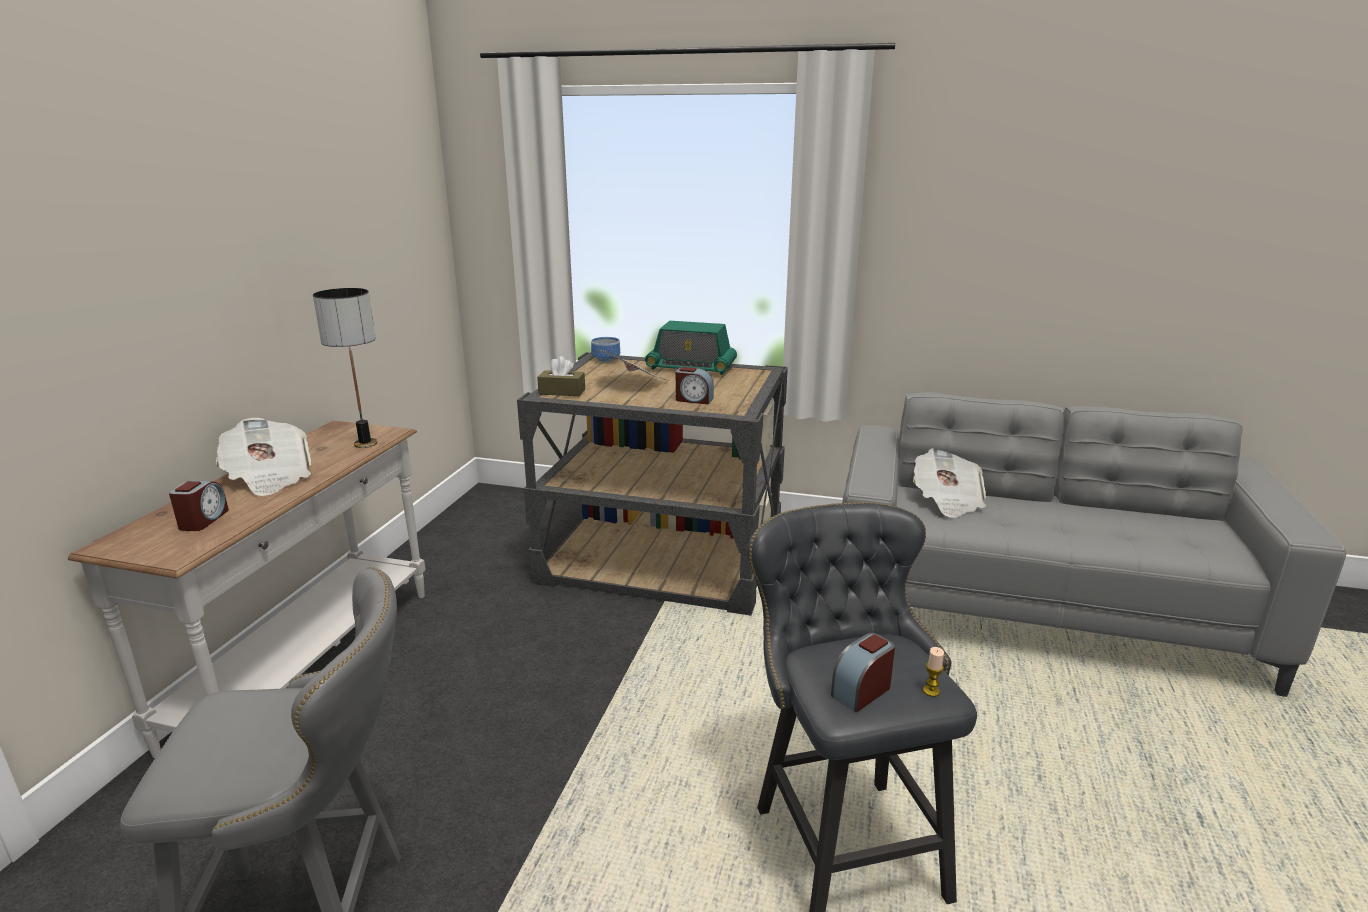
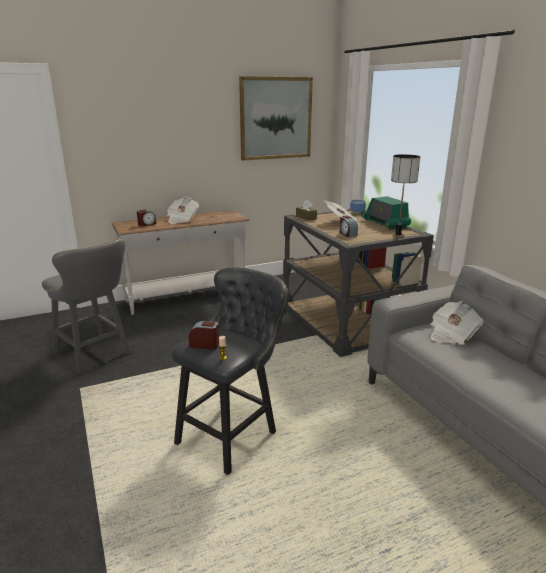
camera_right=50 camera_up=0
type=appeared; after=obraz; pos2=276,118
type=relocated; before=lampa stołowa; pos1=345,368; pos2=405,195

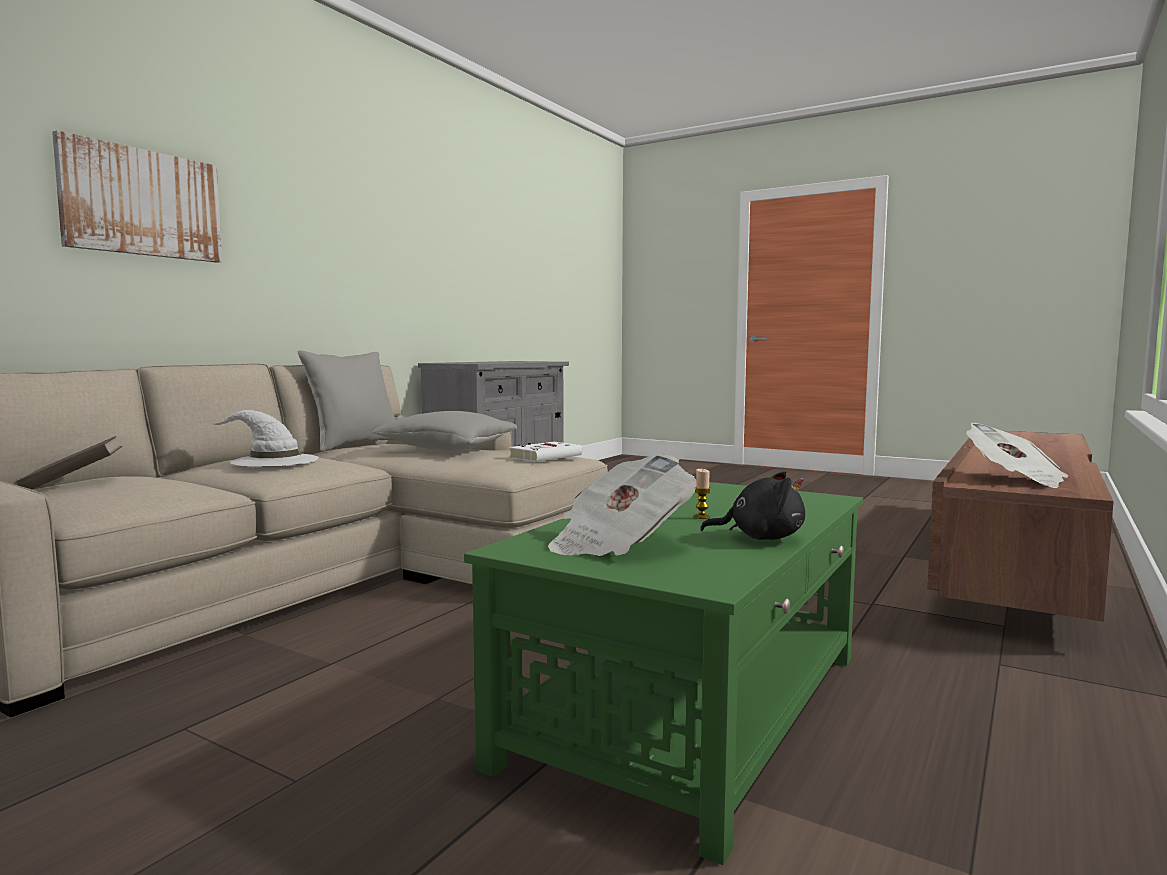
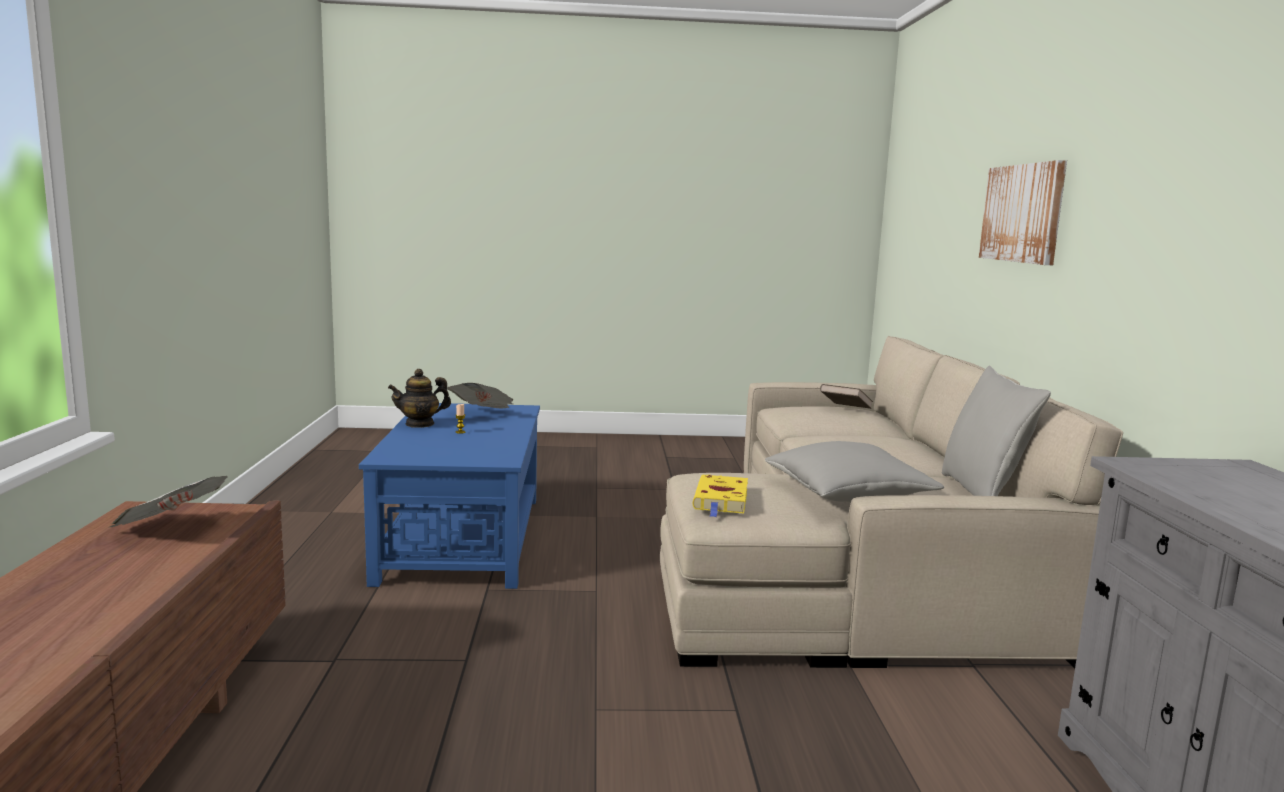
camera_right=145 camera_up=5
type=missing; before=kapelusz [biały]; pos1=264,438
type=exchanged; before=pluszak [czarny]; after=imbryk; pos1=752,505; pos2=419,398
type=colour; before=ława [zielony]; after=ława [niebieski]; pos1=663,673; pos2=449,496
type=colour; before=książka [biały]; after=książka [żółty]; pos1=546,452; pos2=720,495

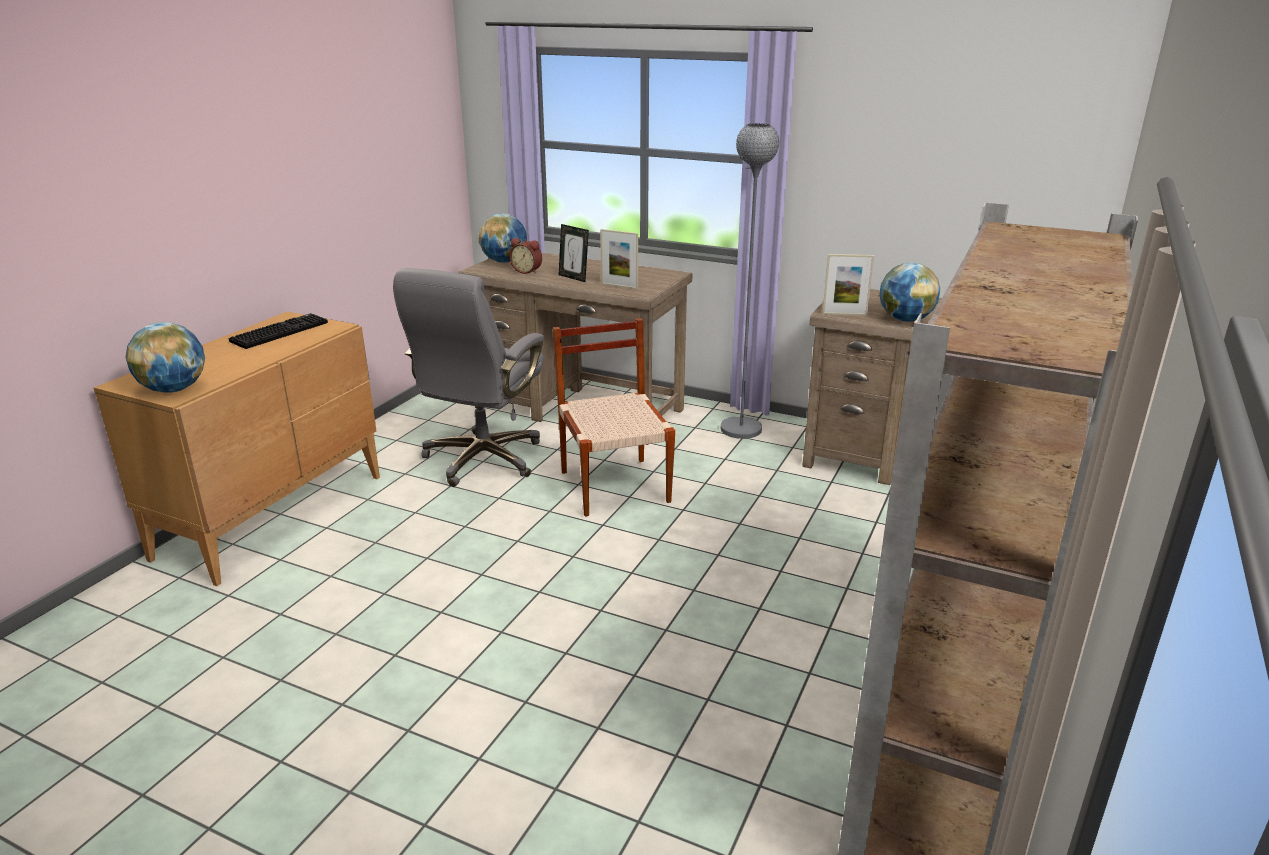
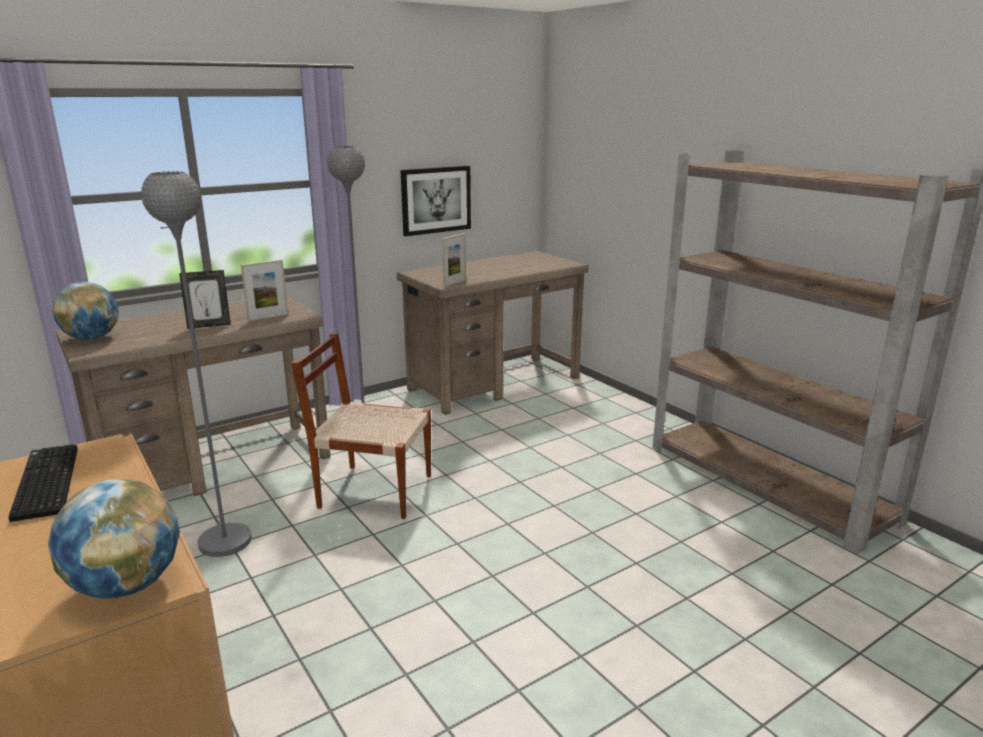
camera_right=-60 camera_up=-5
type=missing; before=budzik; pos1=525,256
type=missing; before=globus; pos1=909,292
type=appeared; after=obraz; pos2=435,201
type=exchanged; before=krzesło biurowe [szary]; after=lampa stojąca [szary]; pos1=468,377; pos2=196,364

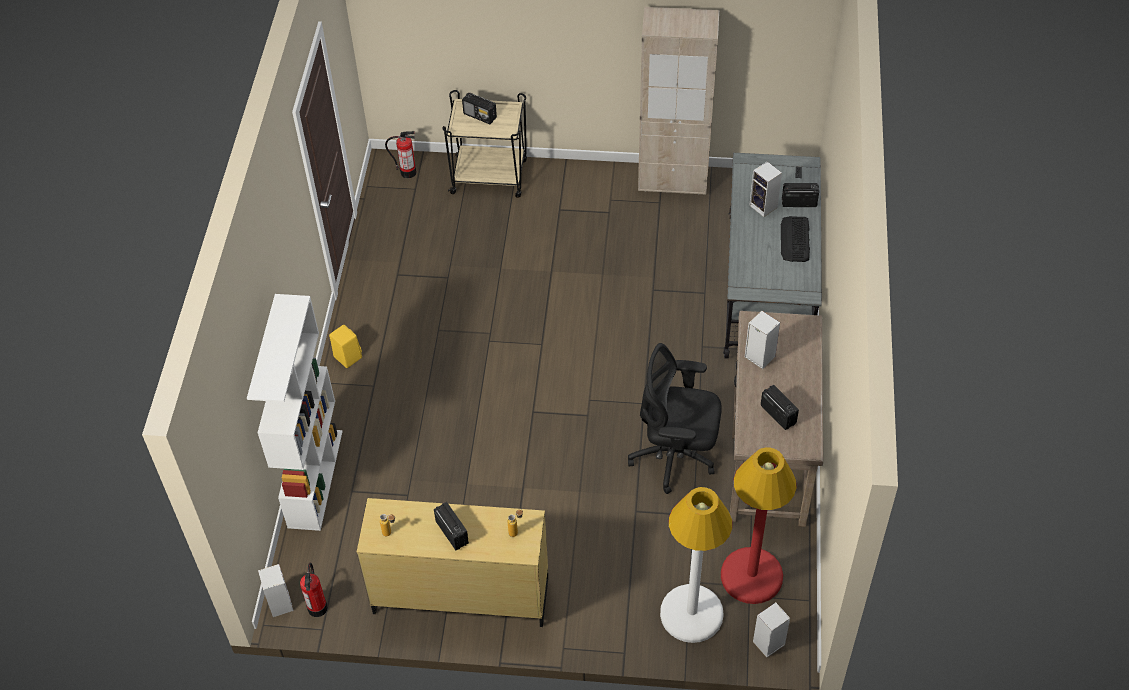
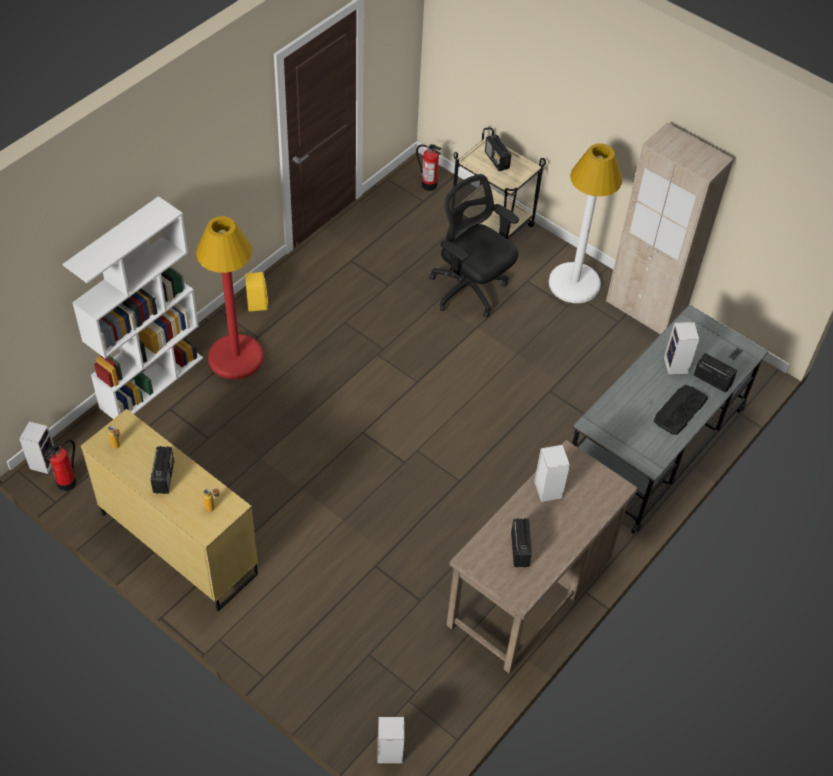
camera_right=30 camera_up=0
type=relocated; before=krzesło biurowe [czarny]; pos1=675,418; pos2=474,245
type=relocated; before=lampa stojąca [biały]; pos1=696,565; pos2=585,223
type=relocated; before=lampa stojąca [czerwony]; pos1=759,526; pos2=230,297

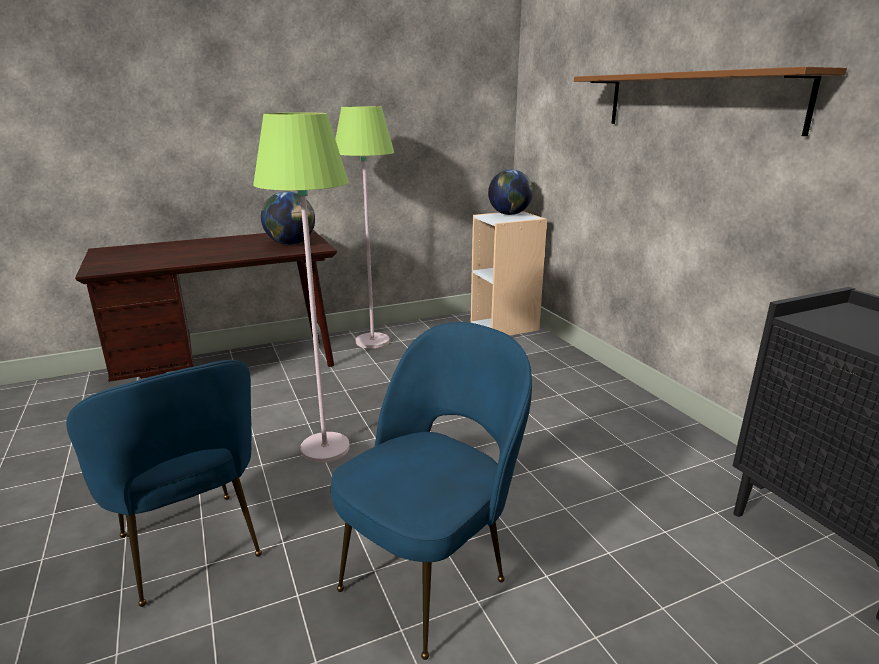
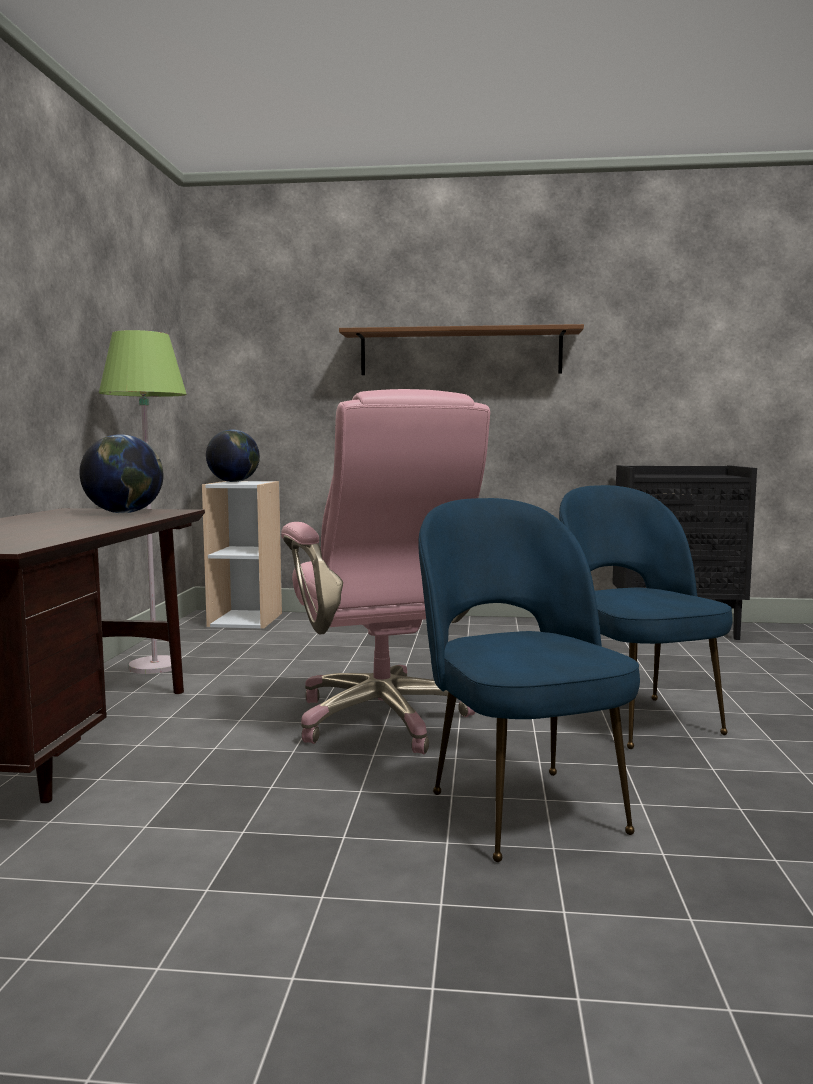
camera_right=-60 camera_up=-15
type=exchanged; before=lampa stojąca [zielony]; after=krzesło biurowe [różowy]; pos1=301,288; pos2=385,571
type=spun; before=krzesło [niebieski]; pos1=164,483; pos2=529,680; turn=-105

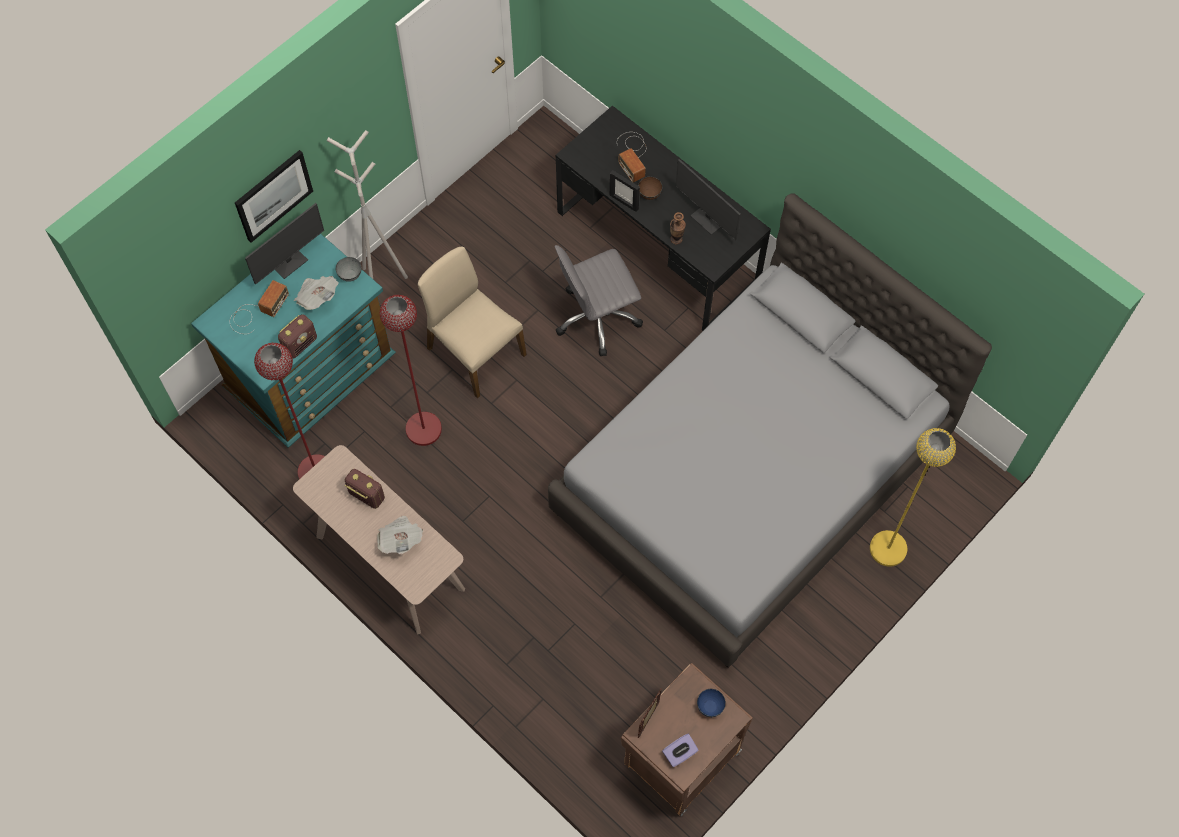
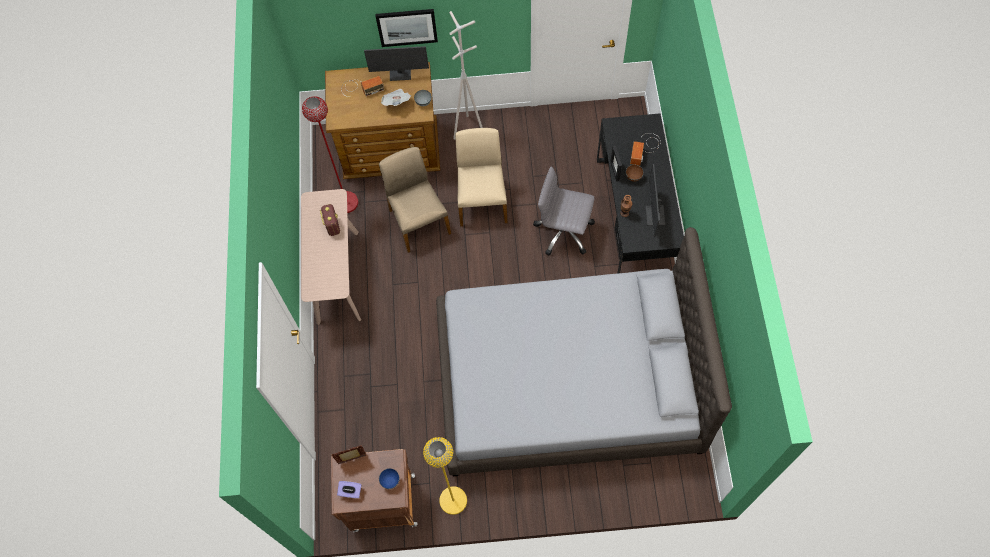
camera_right=45 camera_up=0
type=missing; before=radio; pos1=297,337
type=missing; before=gazeta; pos1=400,535
type=relocated; before=lampa stojąca [żółty]; pos1=913,497; pos2=445,476
type=exchanged; before=lampa stojąca [czerwony]; after=krzesło [beżowy]; pos1=411,370; pos2=415,200
type=colour; before=komoda [turkusowy]; after=komoda [brązowy]; pos1=293,341; pos2=382,120

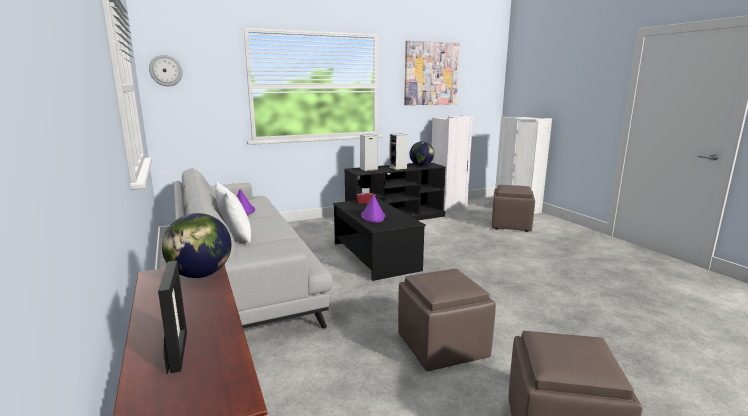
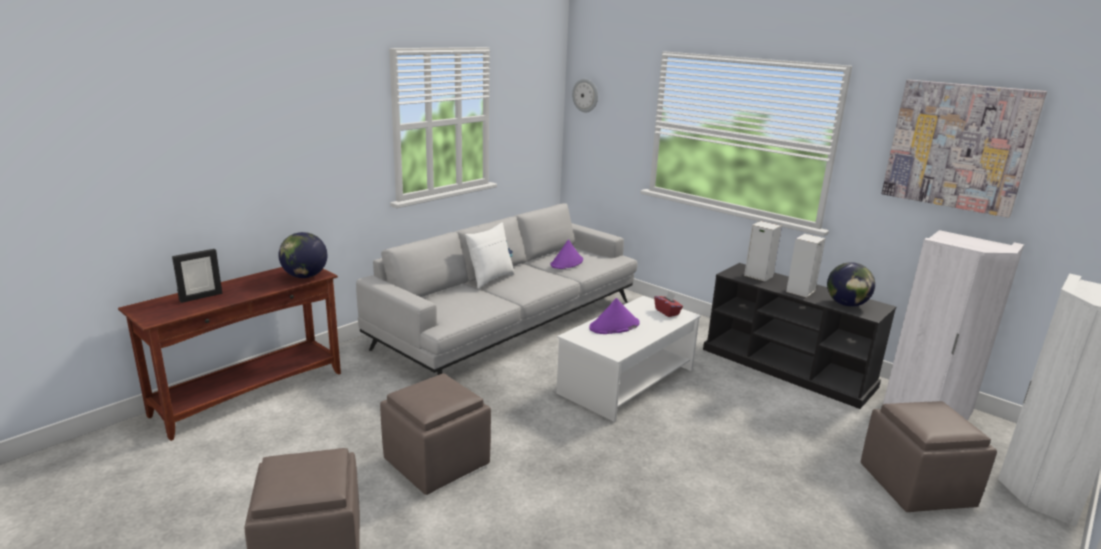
camera_right=65 camera_up=5
type=colour; before=ława [czarny]; after=ława [biały]; pos1=379,239; pos2=628,359

